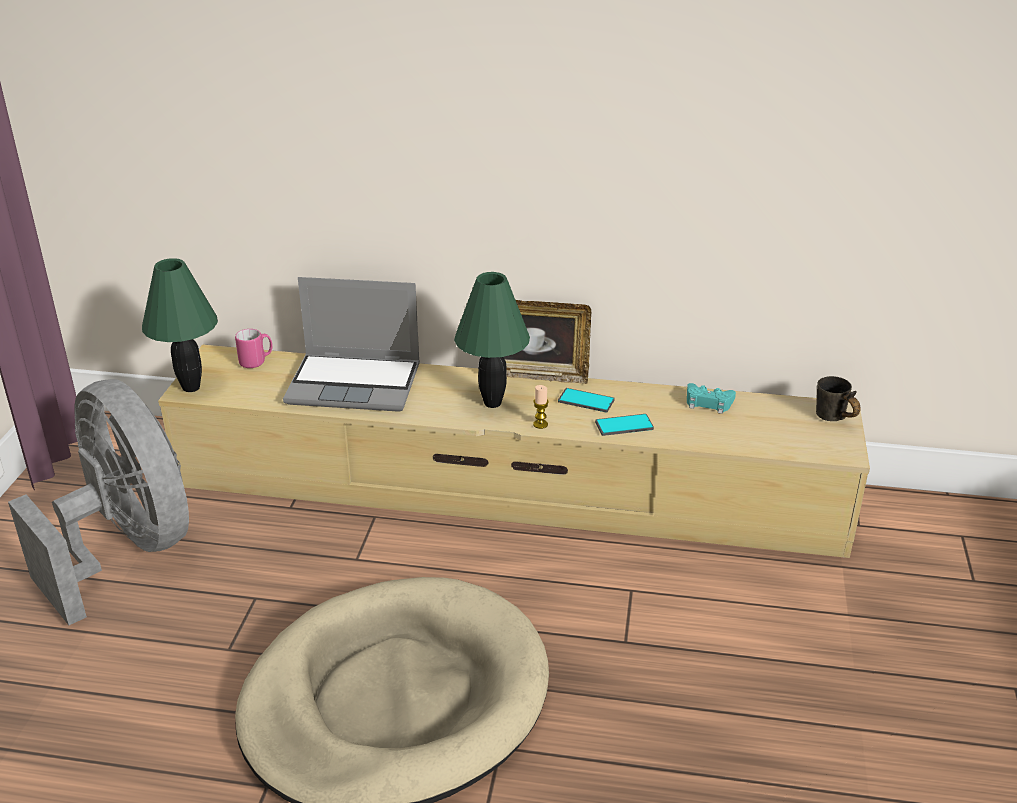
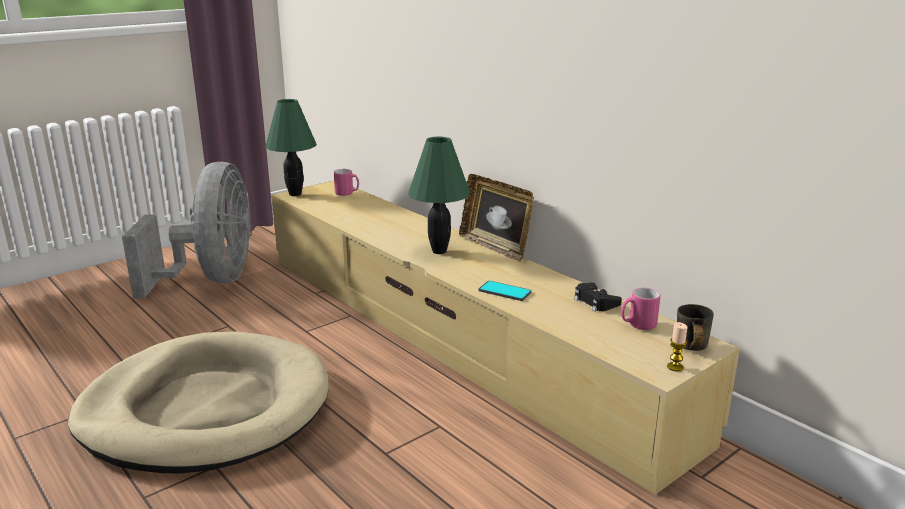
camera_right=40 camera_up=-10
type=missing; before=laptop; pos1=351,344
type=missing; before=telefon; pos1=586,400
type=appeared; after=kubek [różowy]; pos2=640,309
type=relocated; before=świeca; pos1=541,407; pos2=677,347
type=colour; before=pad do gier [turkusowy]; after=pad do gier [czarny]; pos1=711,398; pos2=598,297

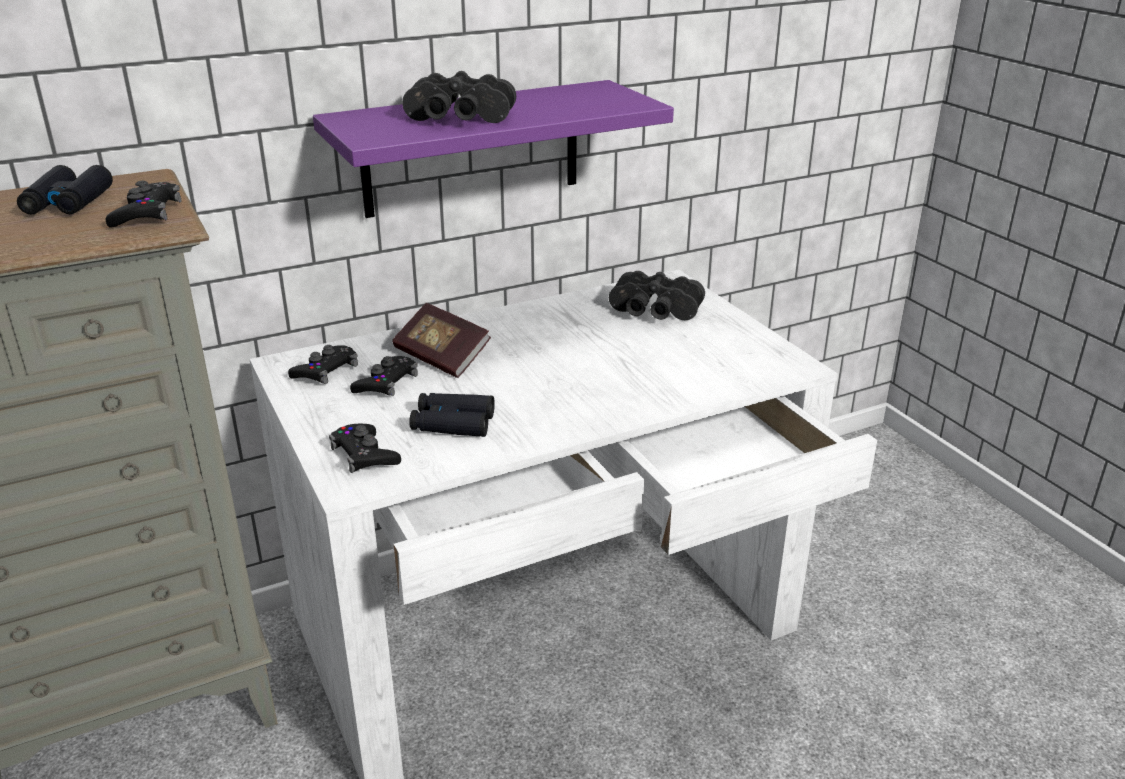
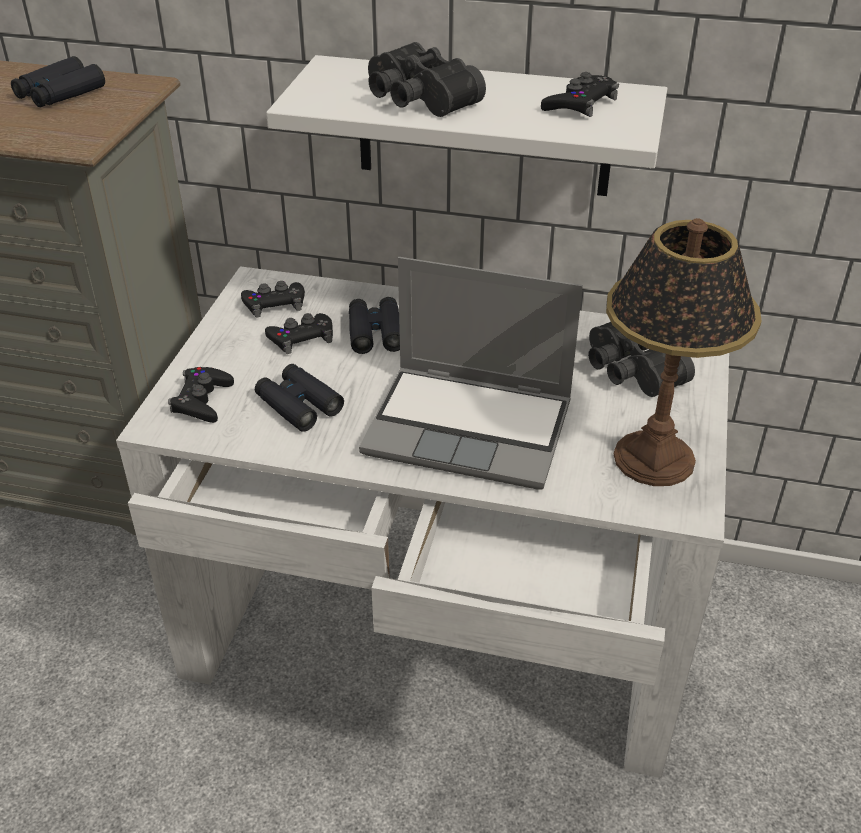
camera_right=40 camera_up=10
type=appeared; after=laptop; pos2=471,373
type=appeared; after=lampa stołowa; pos2=684,352
type=relocated; before=pad do gier [czarny]; pos1=143,204; pos2=580,94
type=exchanged; before=książka; after=lornetka [czarny]; pos1=441,340; pos2=374,325
type=colour; before=półka [fioletowy]; after=półka [biały]; pos1=493,149; pos2=466,125

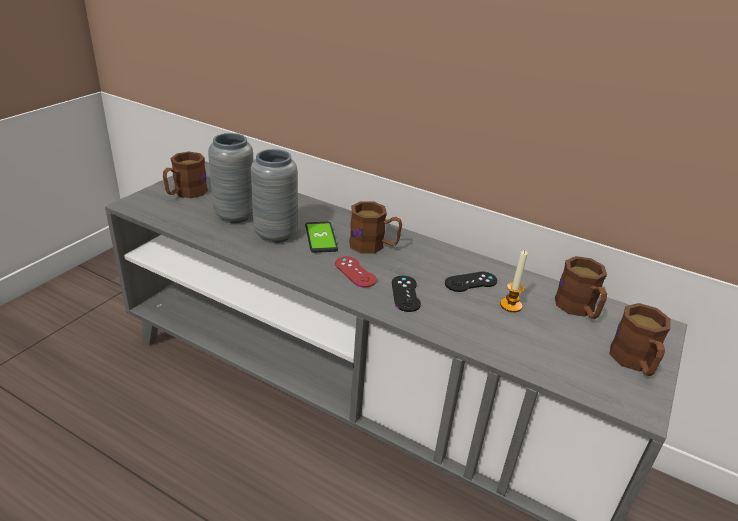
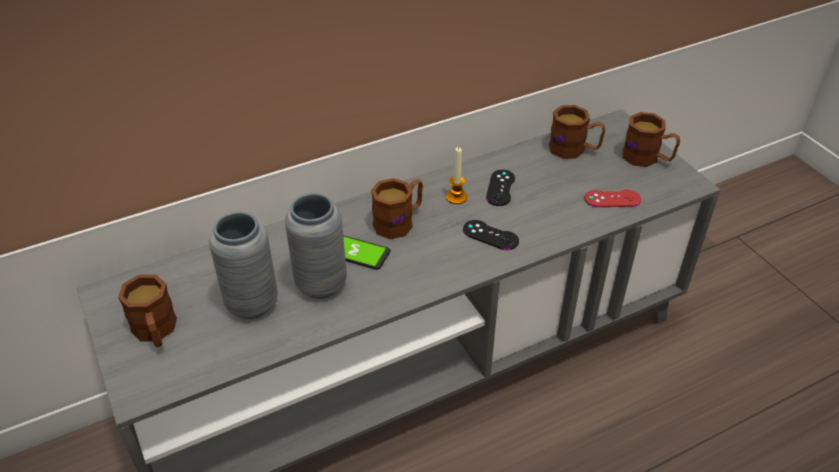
camera_right=-55 camera_up=10
type=relocated; before=pad do gier [czerwony]; pos1=356,271; pos2=612,198
type=relocated; before=świeca; pos1=513,281; pos2=456,175

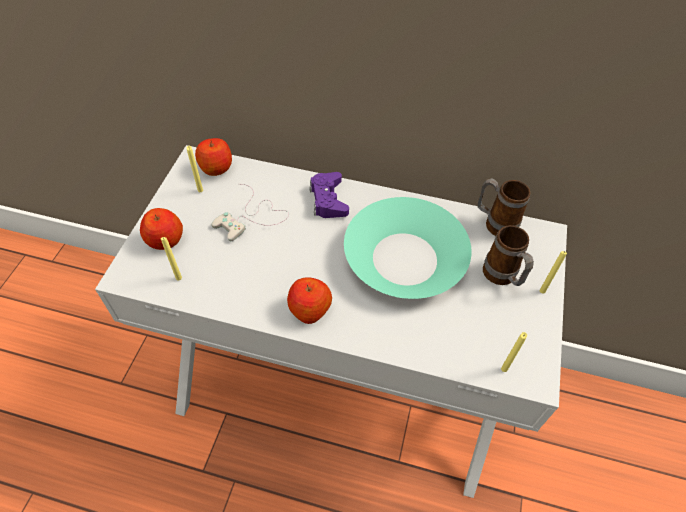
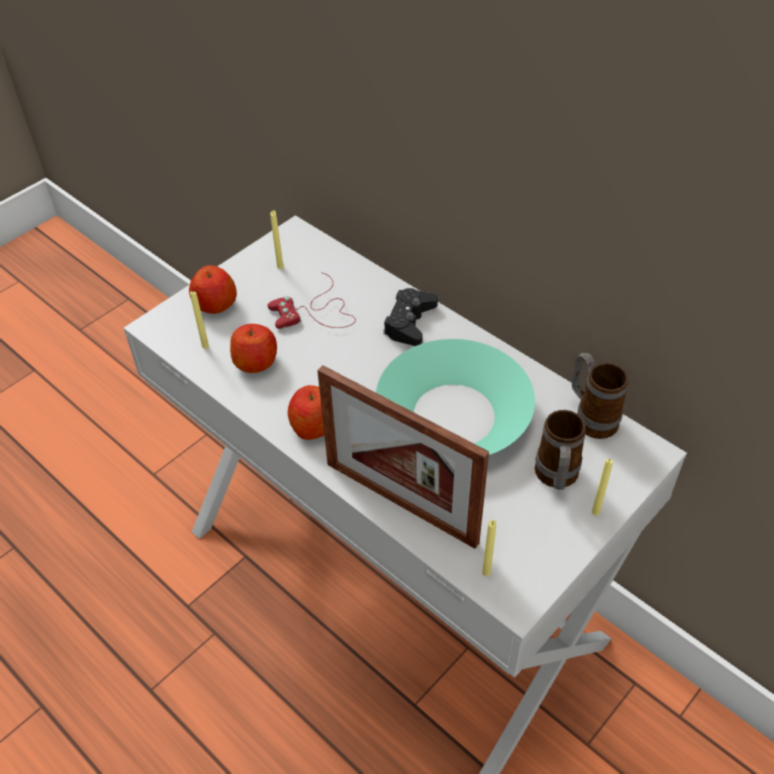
camera_right=30 camera_up=-5
type=appeared; after=ramka na zdjęcie; pos2=403,457
type=relocated; before=jabłko; pos1=213,157; pos2=253,348
type=colour; before=pad do gier [biały]; after=pad do gier [czerwony]; pos1=250,212; pos2=312,301
type=colour; before=pad do gier [fioletowy]; after=pad do gier [czarny]; pos1=329,195; pos2=410,317

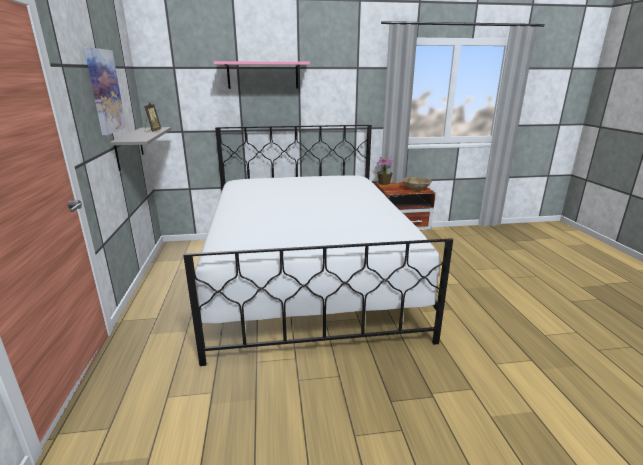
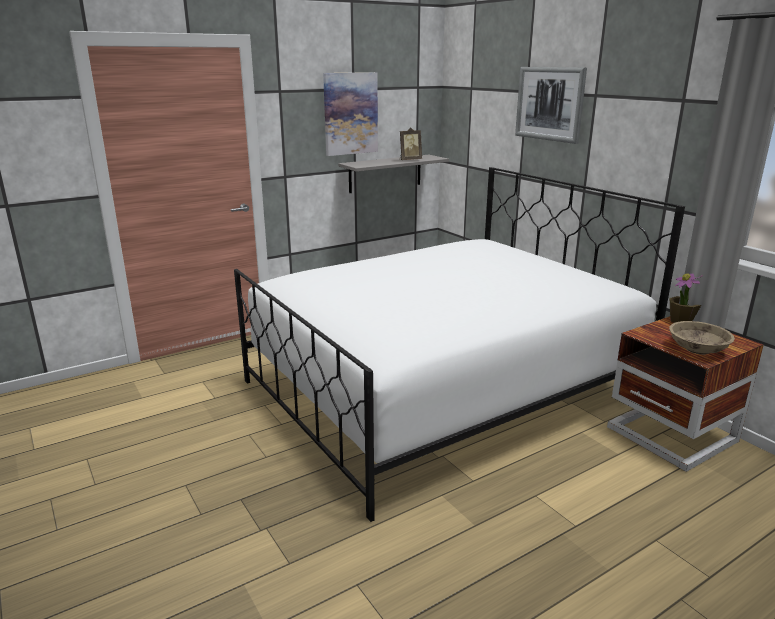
camera_right=65 camera_up=0
type=exchanged; before=półka [różowy]; after=obraz; pos1=261,75; pos2=551,105

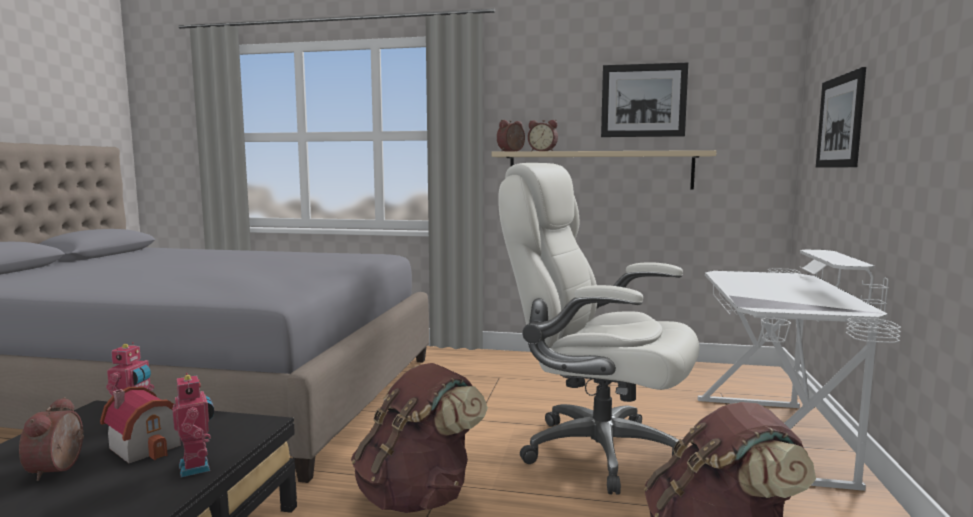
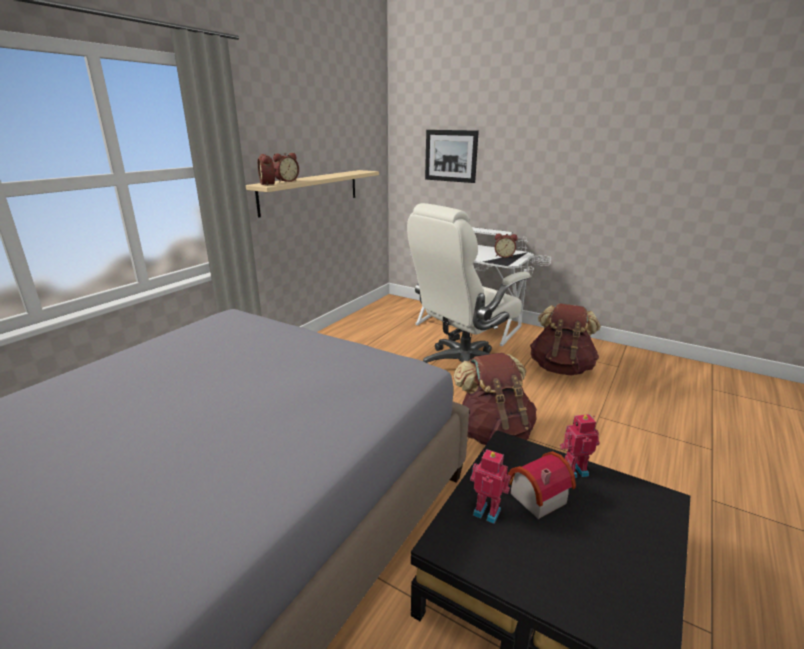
camera_right=-70 camera_up=15
type=missing; before=obraz; pos1=644,99
type=relocated; before=budzik; pos1=51,439; pos2=506,245

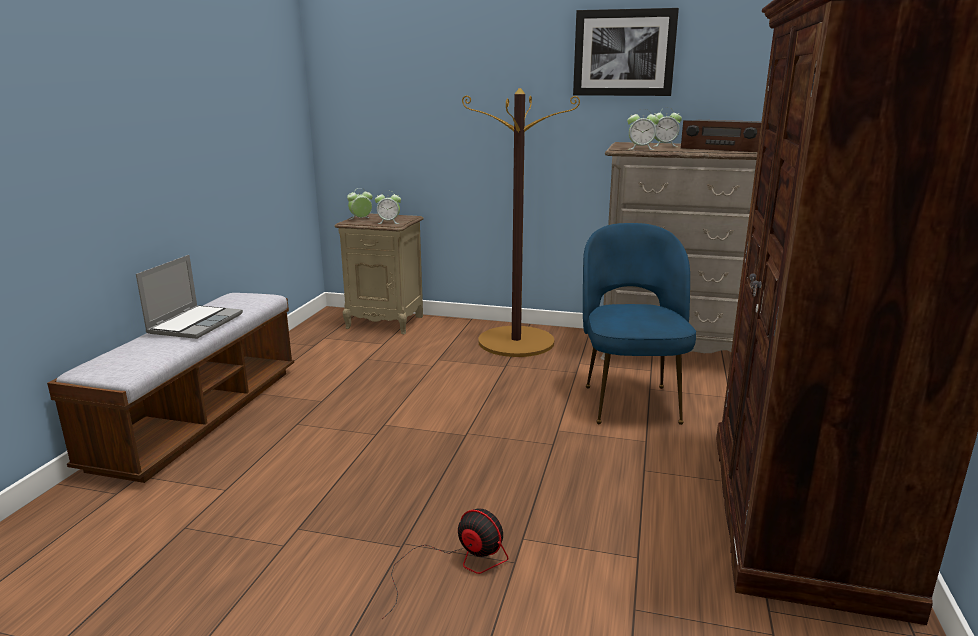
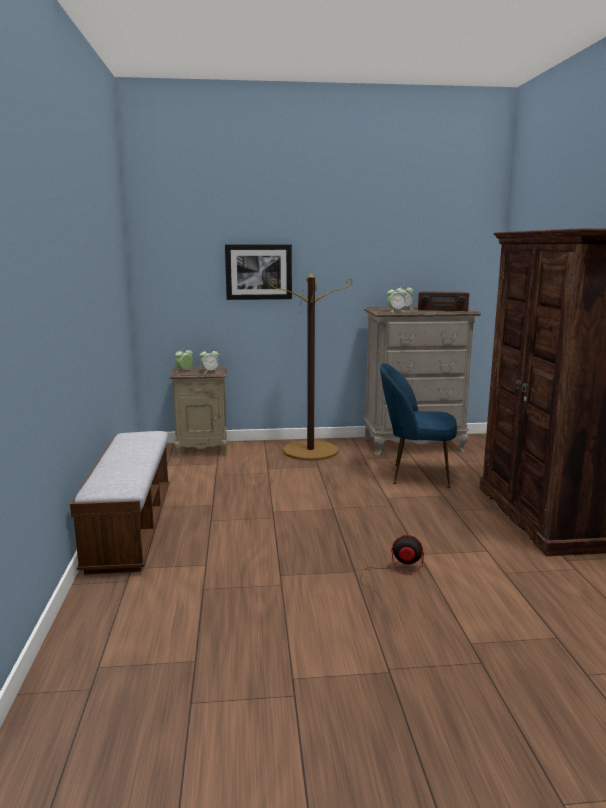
camera_right=-20 camera_up=-5
type=missing; before=laptop; pos1=189,297
type=relocated; before=obraz; pos1=626,52; pos2=258,272
type=spun; before=krzesło [niebieski]; pos1=639,324; pos2=418,425; turn=-60

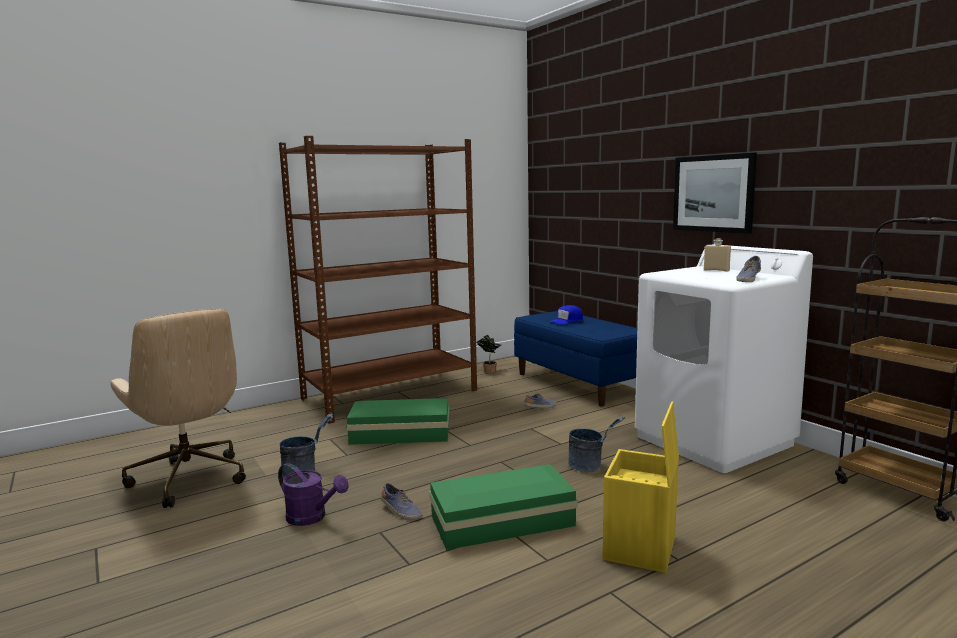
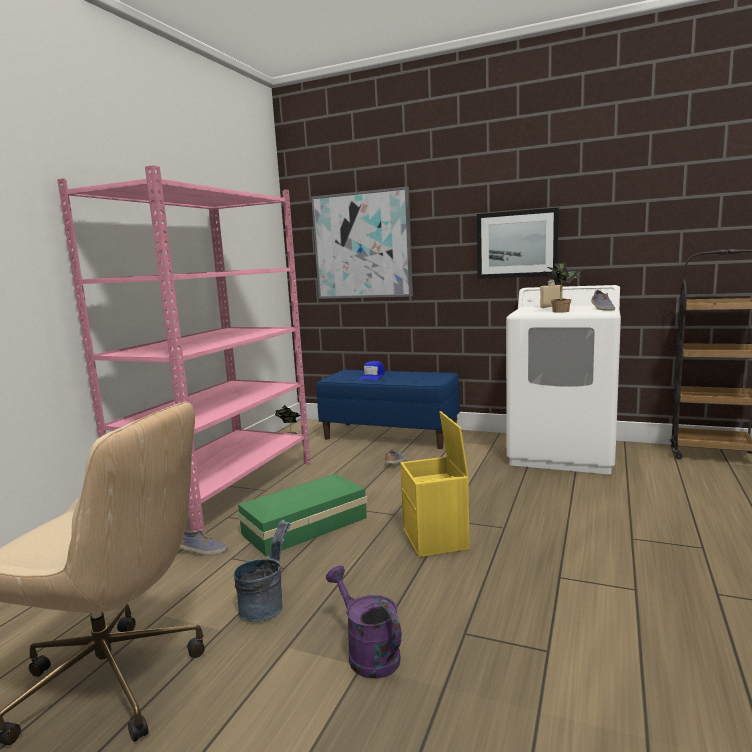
camera_right=-35 camera_up=0
type=missing; before=pojemnik do przechowywania [zielony]; pos1=503,507
type=missing; before=wiadro [szary]; pos1=596,444
type=appeared; after=obraz; pos2=362,243
type=appeared; after=roślina doniczkowa; pos2=563,287
type=relocated; before=but; pos1=401,501; pos2=204,543
type=relocated; before=pojemnik do przechowywania [żółty]; pos1=641,487; pos2=435,484
type=colour; before=regał [brązowy]; after=regał [różowy]; pos1=378,280; pos2=183,349
type=spun; before=konewka [fioletowy]; pos1=313,494; pos2=364,622; turn=-120

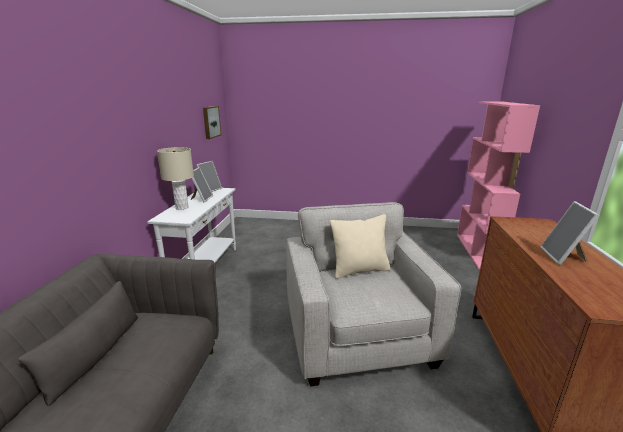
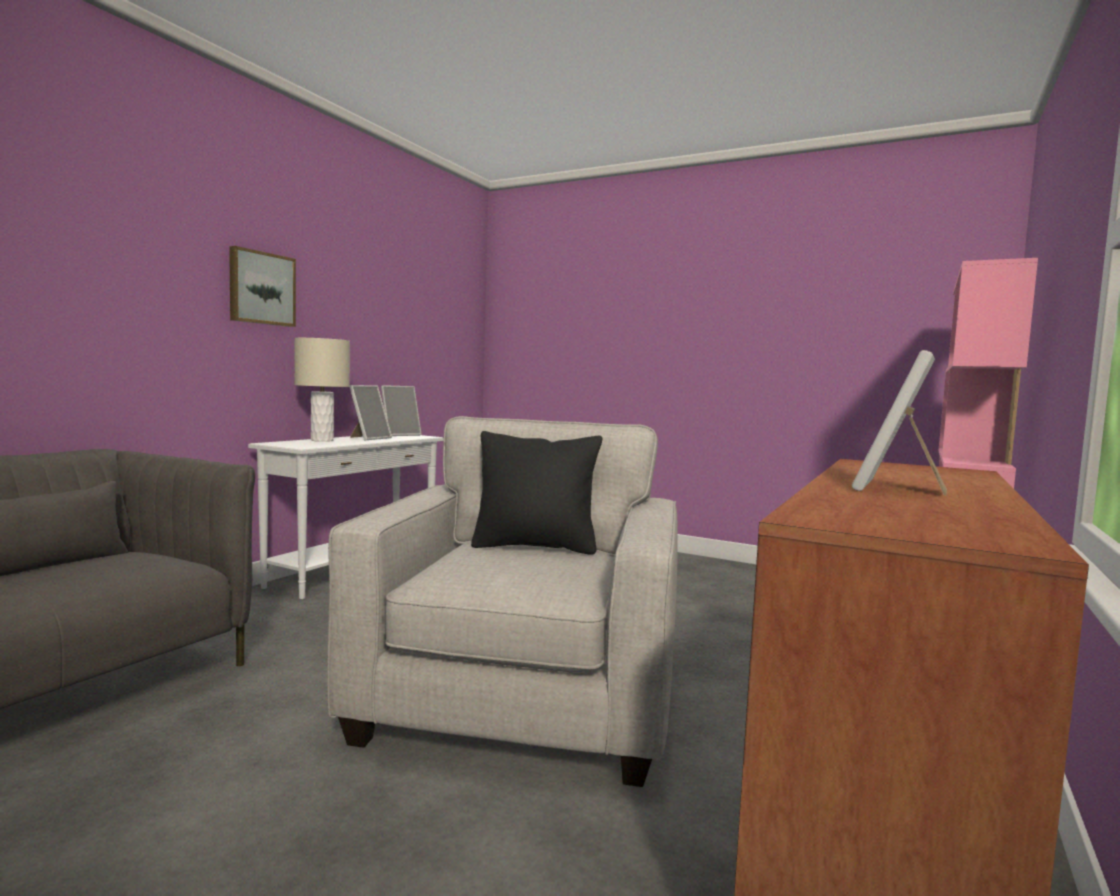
camera_right=20 camera_up=-15
type=relocated; before=obraz; pos1=212,122; pos2=262,286
type=colour; before=poduszka [beżowy]; after=poduszka [czarny]; pos1=360,246; pos2=536,493

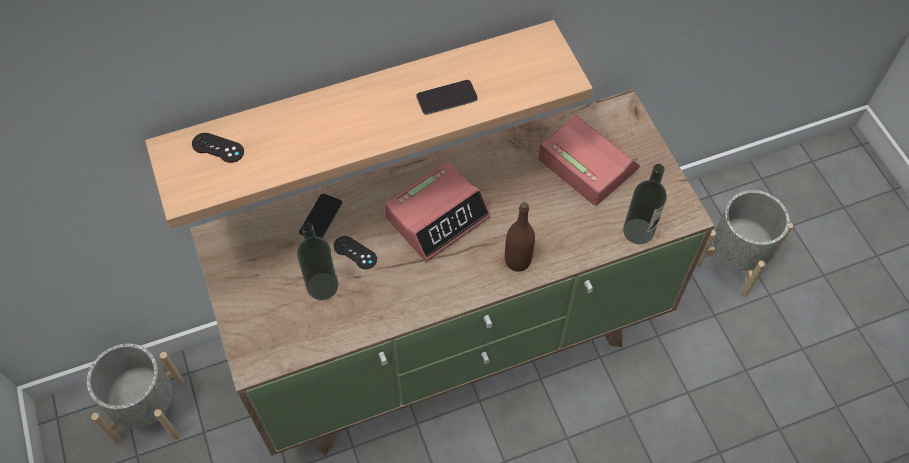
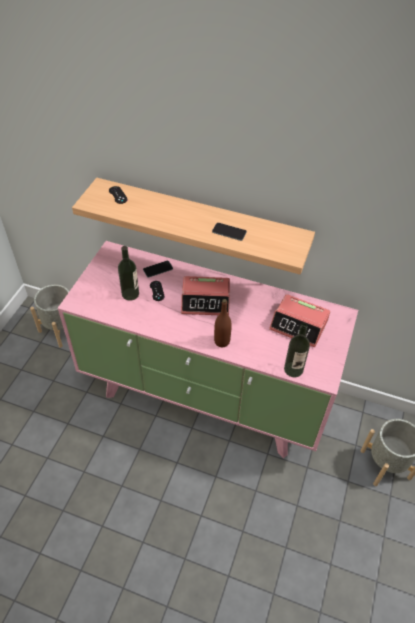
camera_right=40 camera_up=-10
type=colour; before=komoda [zielony]; after=komoda [różowy]; pos1=452,273; pos2=208,349
type=spun; before=budzik; pos1=589,159; pos2=299,320; turn=120

